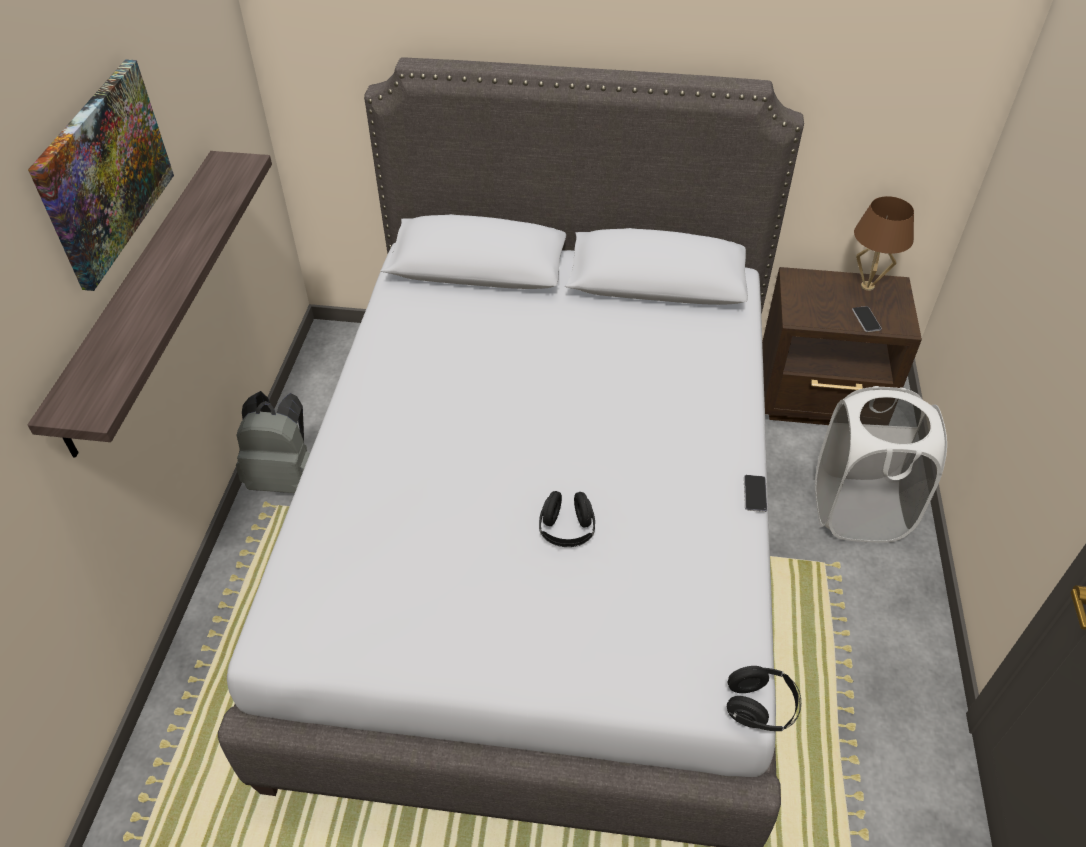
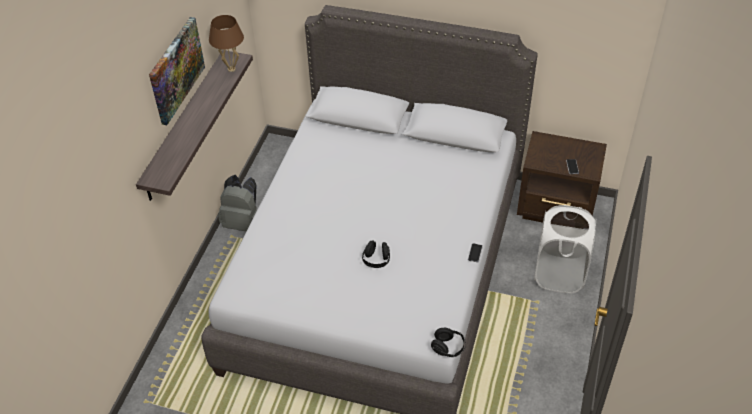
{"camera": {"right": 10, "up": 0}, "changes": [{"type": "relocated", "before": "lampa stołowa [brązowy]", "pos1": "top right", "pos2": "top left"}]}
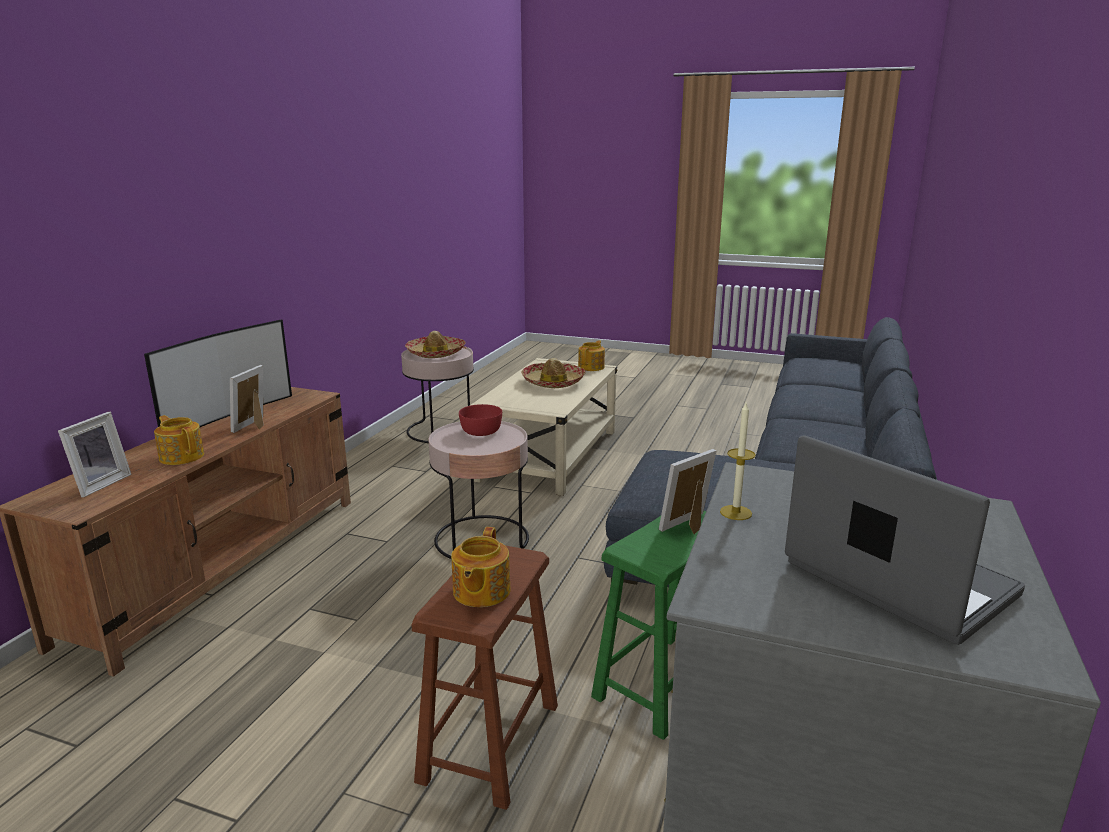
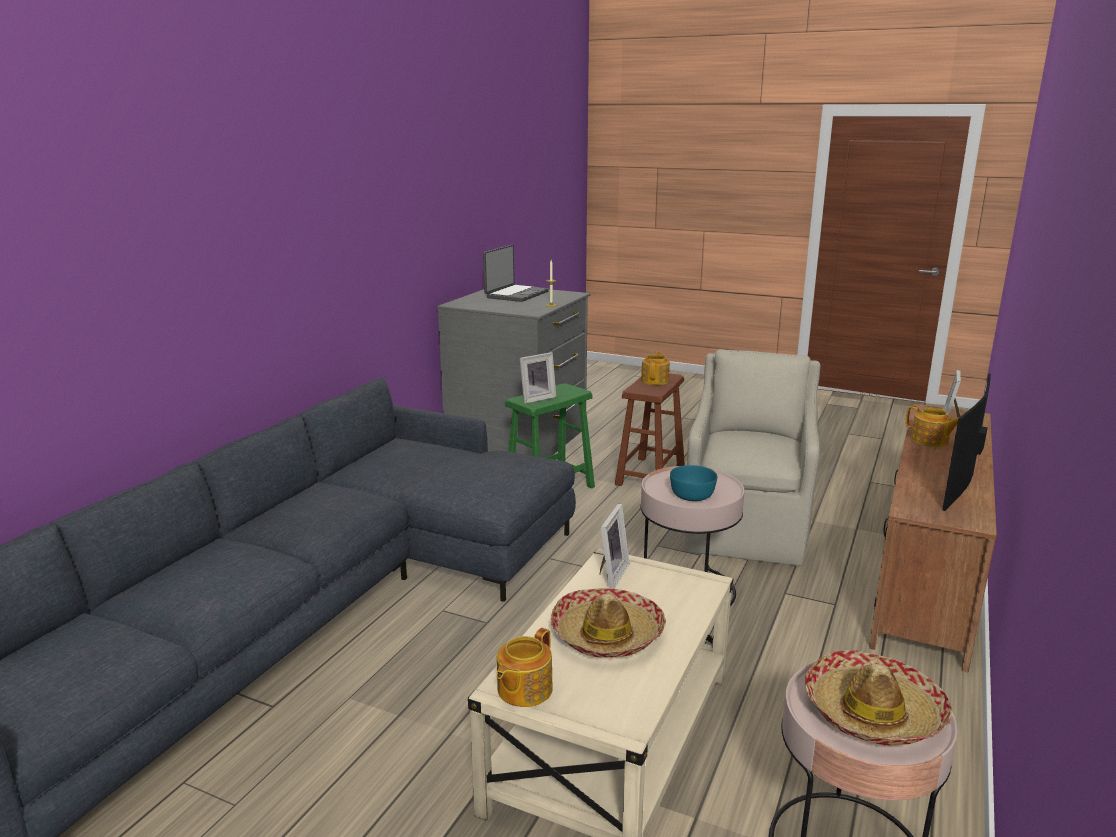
{"camera": {"right": -175, "up": 0}, "changes": [{"type": "spun", "before": "laptop", "pos1": "middle right", "pos2": "top centre", "turn": -120}, {"type": "relocated", "before": "ramka na zdjęcie (no. 2 from left)", "pos1": "middle left", "pos2": "centre"}, {"type": "colour", "before": "miska [czerwony]", "after": "miska [turkusowy]", "pos1": "centre", "pos2": "centre"}, {"type": "appeared", "after": "fotel [beżowy]", "pos2": "middle right"}]}
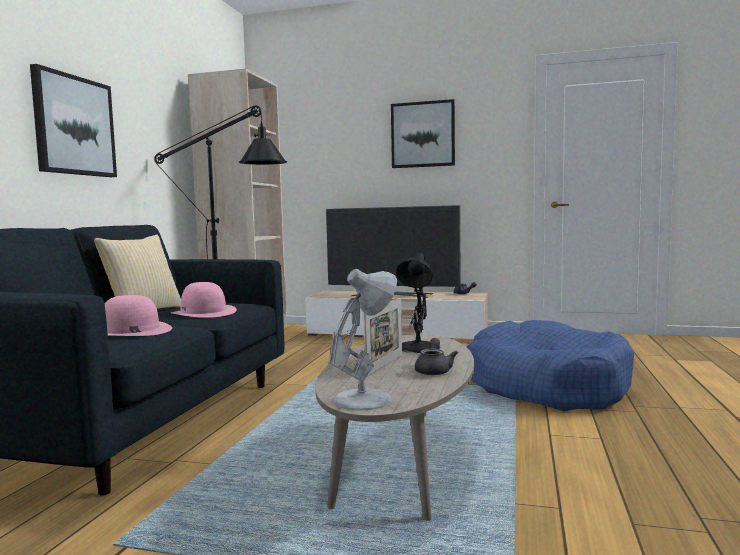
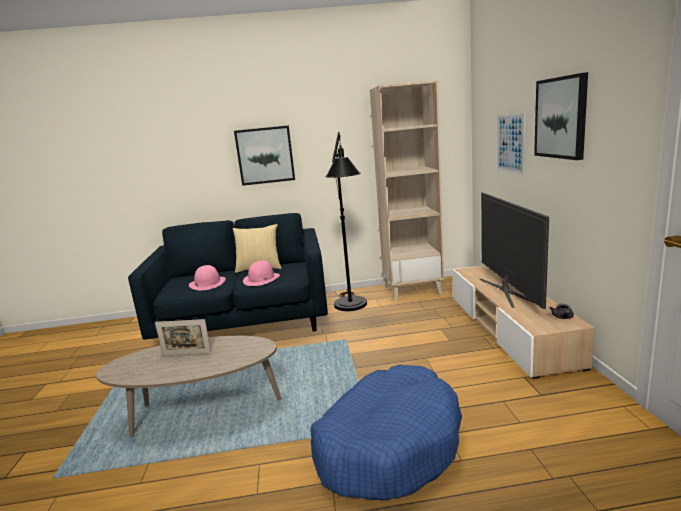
{"camera": {"right": 70, "up": 10}, "changes": [{"type": "appeared", "after": "obraz (no. 2 from left)", "pos2": "top right"}, {"type": "missing", "before": "lampa stołowa [biały]", "pos1": "centre"}, {"type": "missing", "before": "lampa stołowa [czarny]", "pos1": "centre"}, {"type": "missing", "before": "imbryk [szary] (no. 1 from left)", "pos1": "centre"}]}
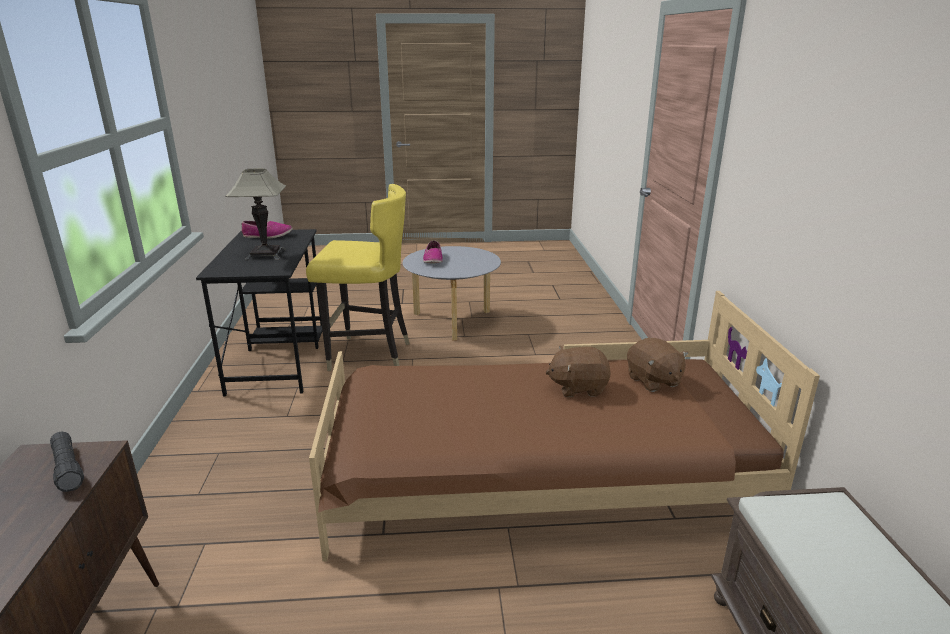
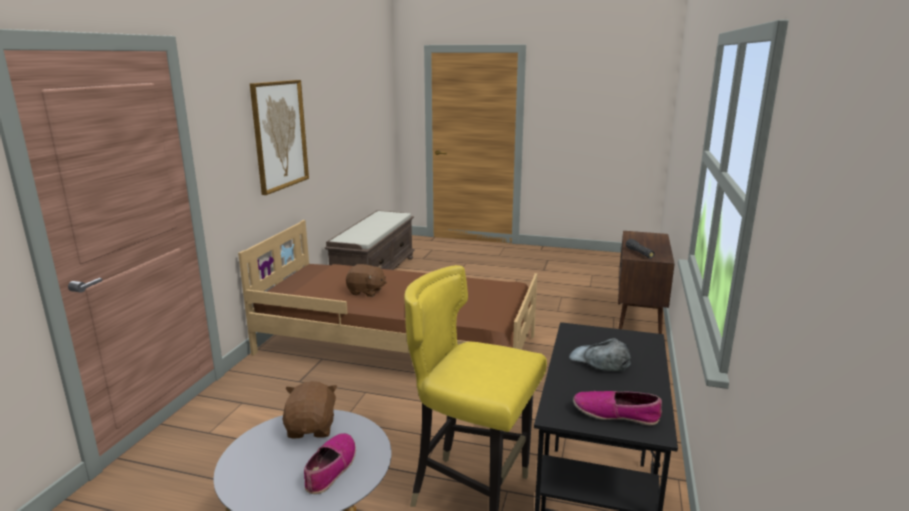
{"camera": {"right": -160, "up": -5}, "changes": [{"type": "appeared", "after": "obraz", "pos2": "top left"}, {"type": "relocated", "before": "pluszak [brązowy] (no. 2 from left in the first image)", "after": "pluszak [brązowy] (no. 1 from left)", "pos1": "middle right", "pos2": "bottom centre"}, {"type": "exchanged", "before": "lampa stołowa", "after": "czapka z daszkiem [szary]", "pos1": "middle left", "pos2": "bottom centre"}]}
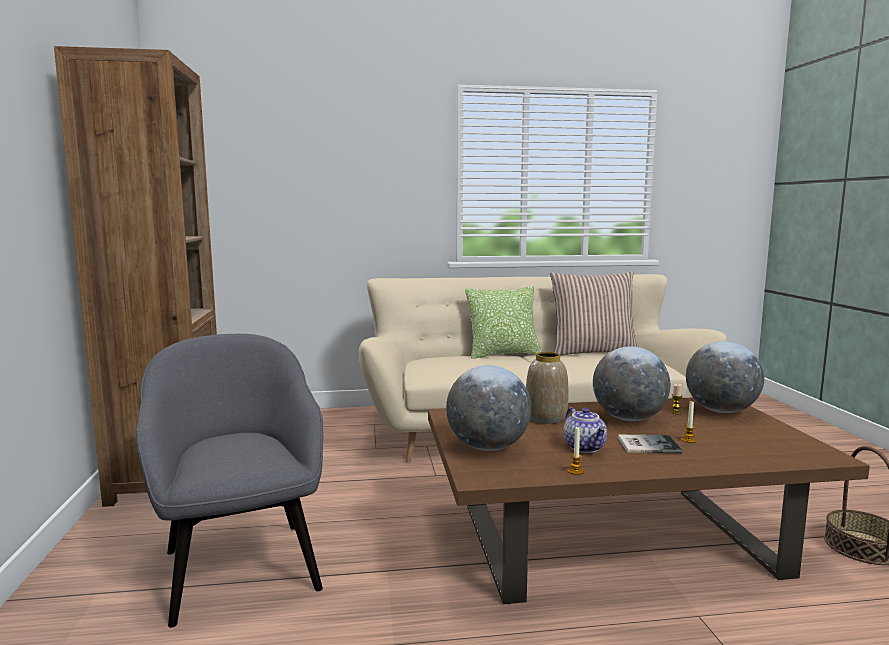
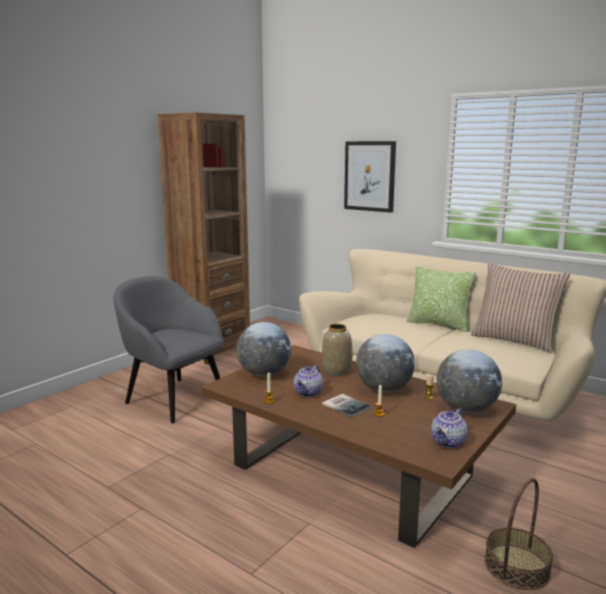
{"camera": {"right": 45, "up": 5}, "changes": [{"type": "spun", "before": "fotel [szary]", "pos1": "bottom left", "pos2": "middle left", "turn": -75}, {"type": "appeared", "after": "obraz", "pos2": "top centre"}, {"type": "appeared", "after": "imbryk (no. 2 from left)", "pos2": "bottom right"}]}
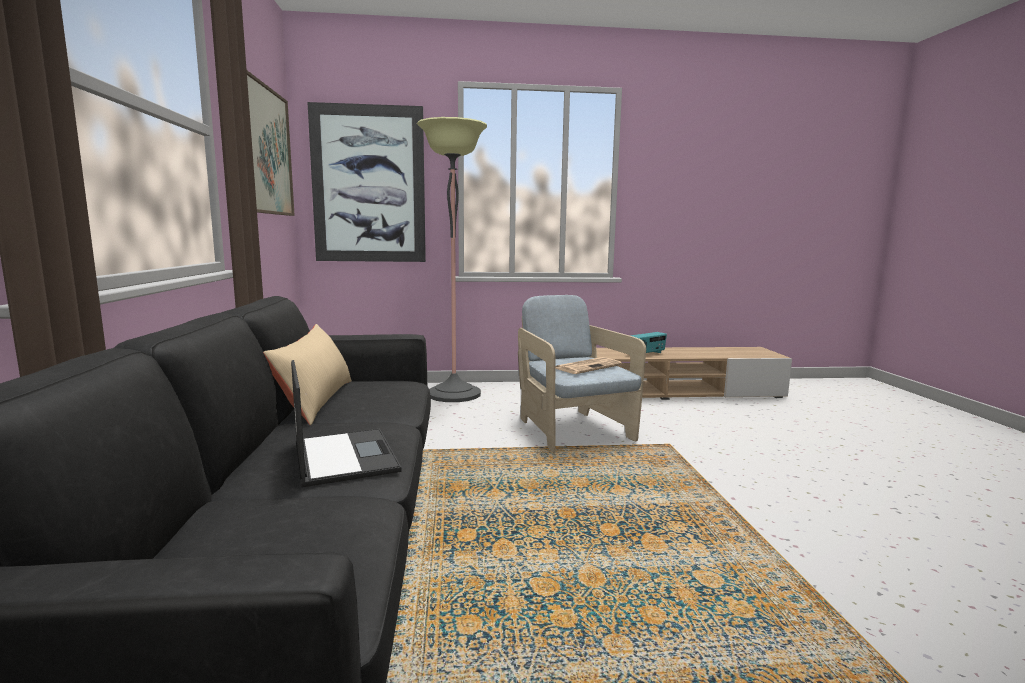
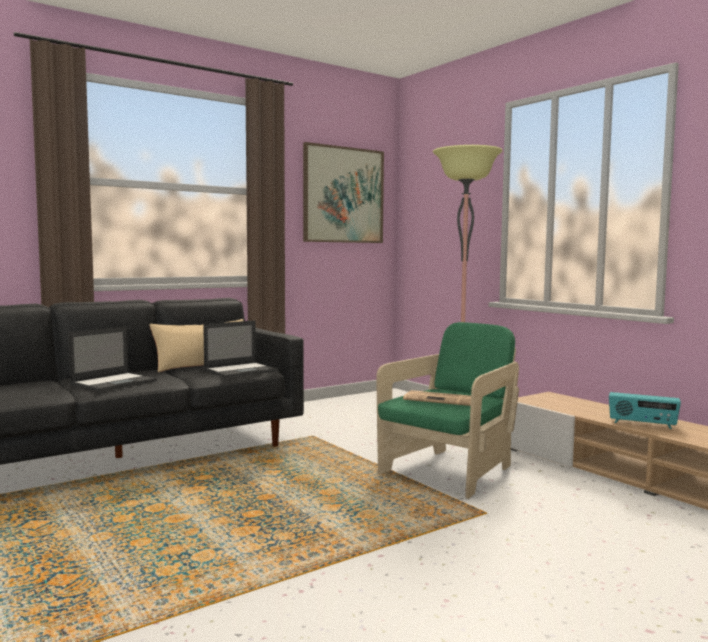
{"camera": {"right": 60, "up": -5}, "changes": [{"type": "appeared", "after": "laptop (no. 2 from left)", "pos2": "centre"}, {"type": "colour", "before": "fotel [beżowy]", "after": "fotel [zielony]", "pos1": "centre", "pos2": "centre"}, {"type": "missing", "before": "obraz (no. 2 from left)", "pos1": "top centre"}]}
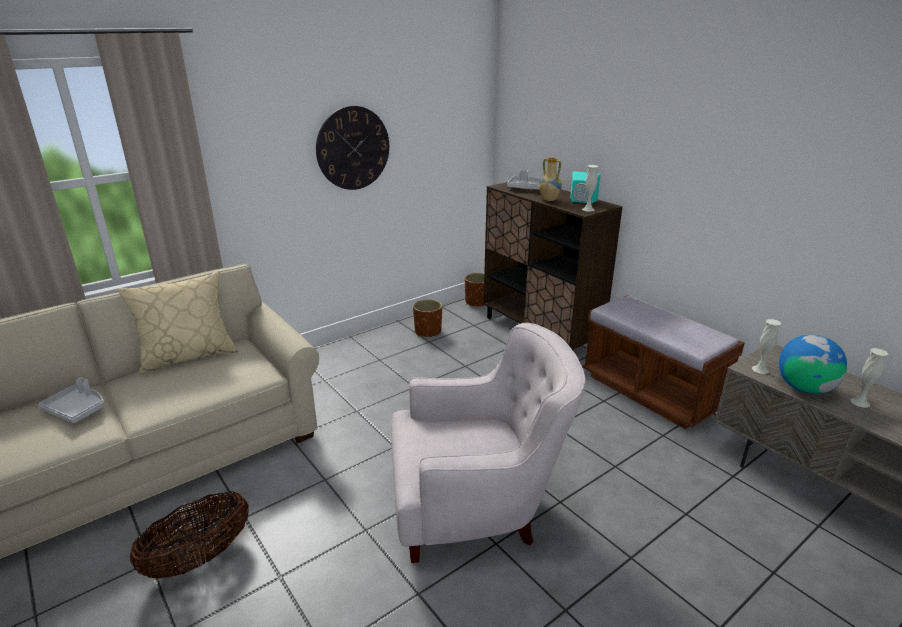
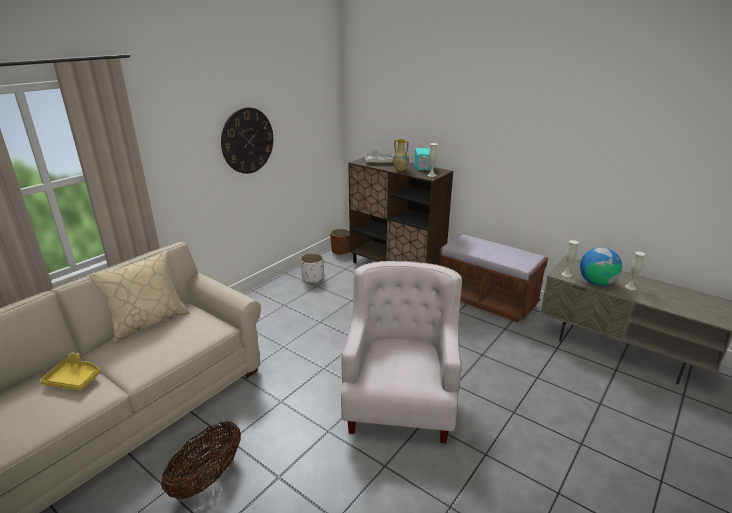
{"camera": {"right": -15, "up": 0}, "changes": [{"type": "colour", "before": "taca [szary] (no. 1 from left)", "after": "taca [żółty]", "pos1": "middle left", "pos2": "bottom left"}, {"type": "colour", "before": "donica [brązowy] (no. 1 from left)", "after": "donica [biały]", "pos1": "centre", "pos2": "centre"}, {"type": "spun", "before": "fotel [biały]", "pos1": "bottom centre", "pos2": "bottom centre", "turn": -60}]}
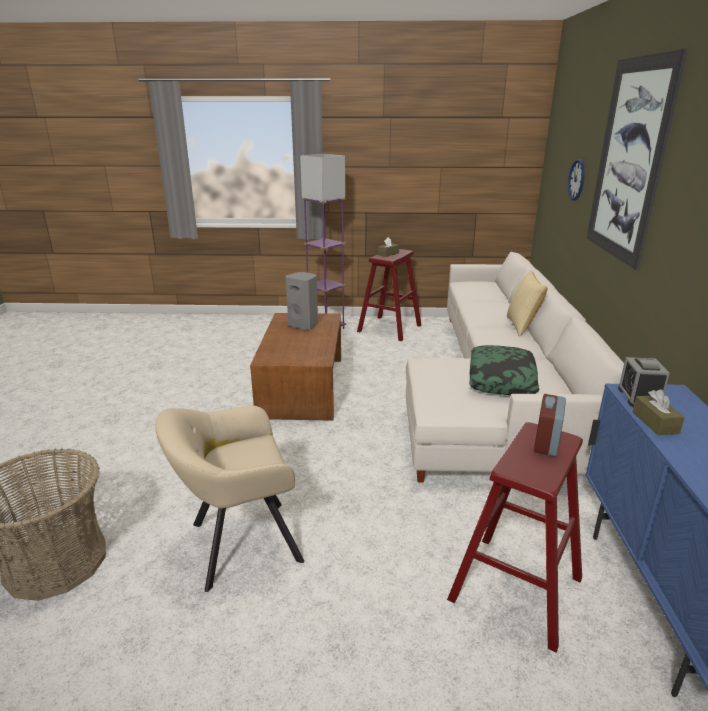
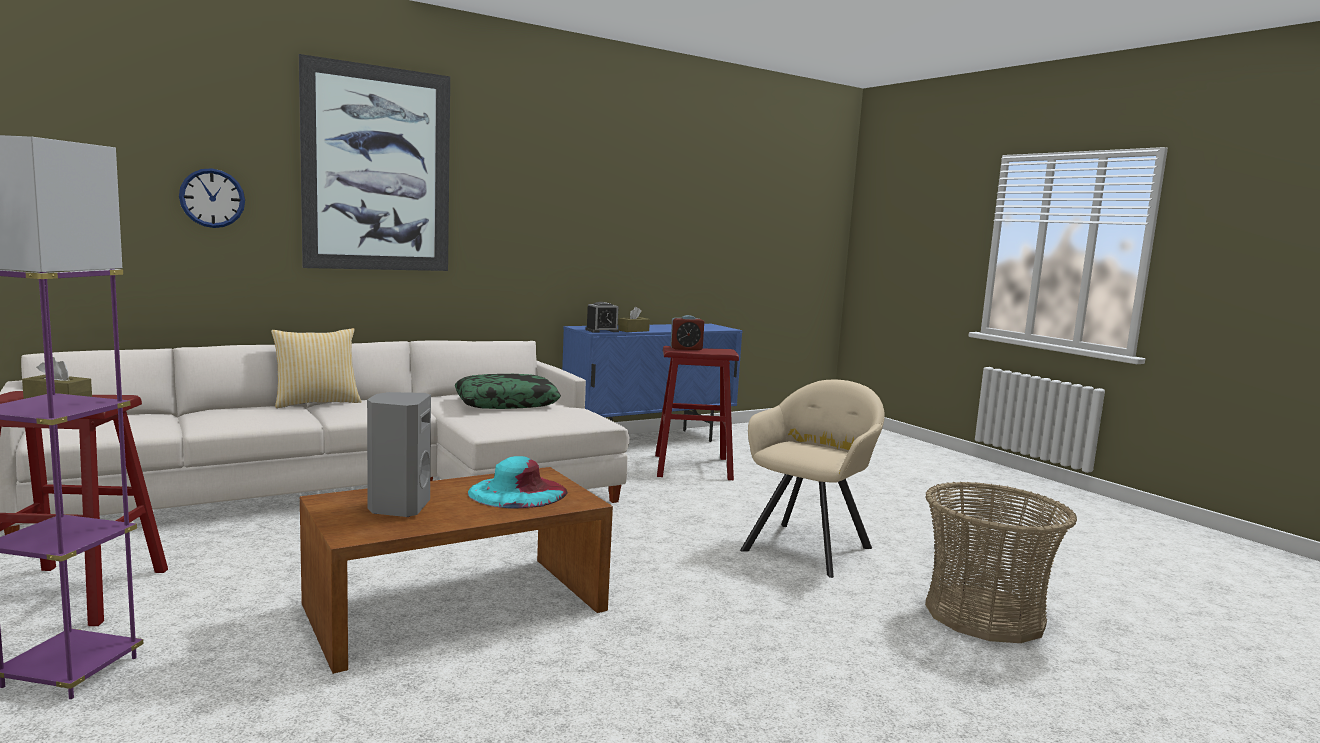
{"camera": {"right": -125, "up": -15}, "changes": [{"type": "appeared", "after": "kapelusz [turkusowy]", "pos2": "centre"}, {"type": "spun", "before": "fotel [beżowy]", "pos1": "bottom left", "pos2": "centre", "turn": -90}]}
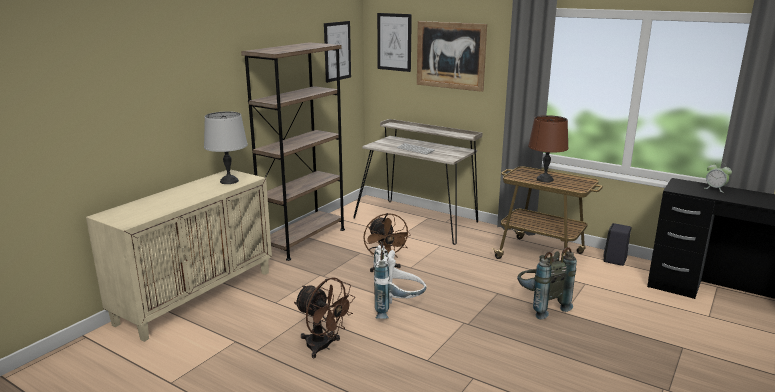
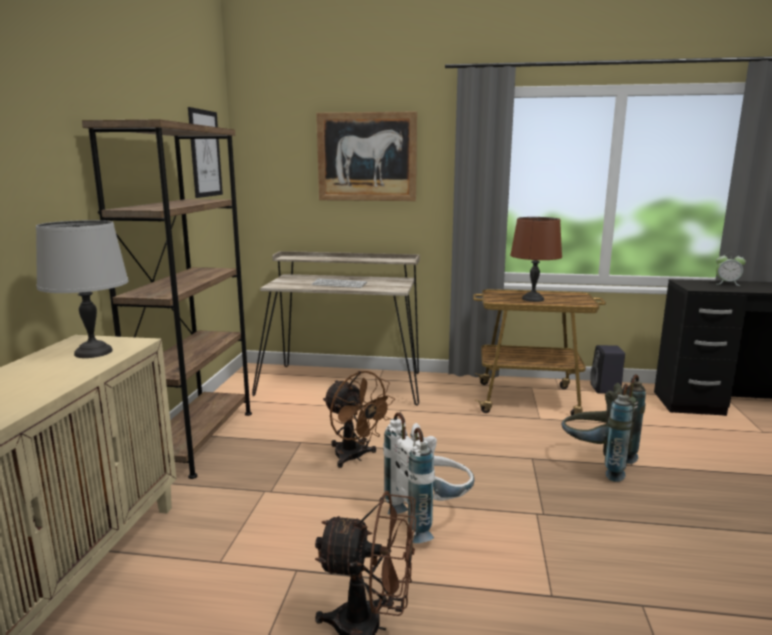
{"camera": {"right": -25, "up": -5}, "changes": [{"type": "missing", "before": "obraz (no. 2 from left)", "pos1": "top centre"}]}
